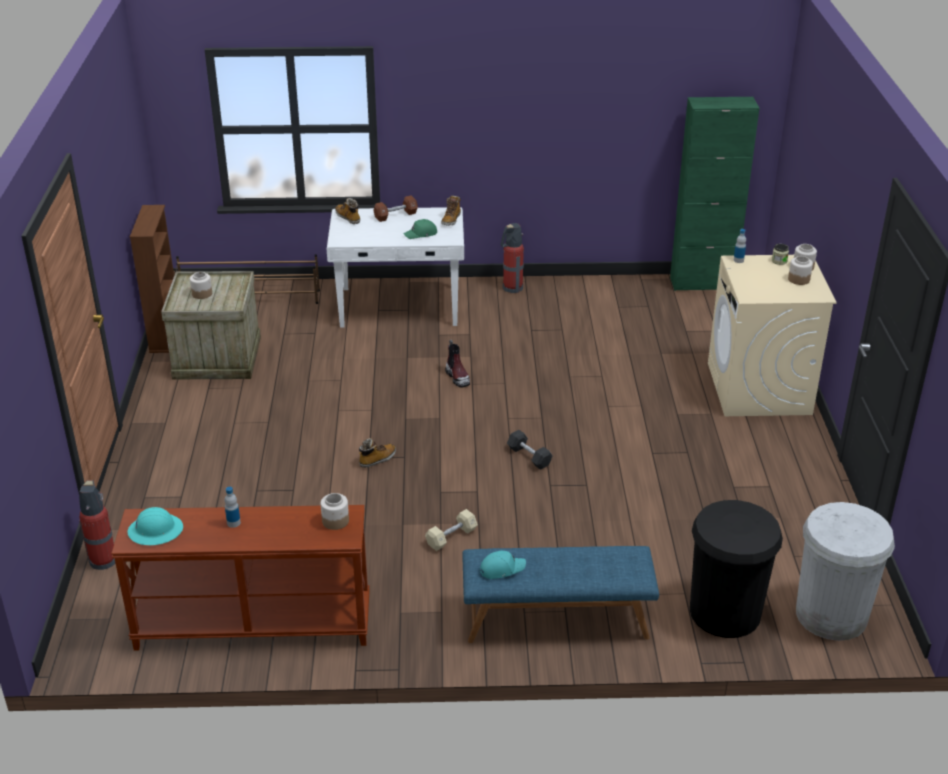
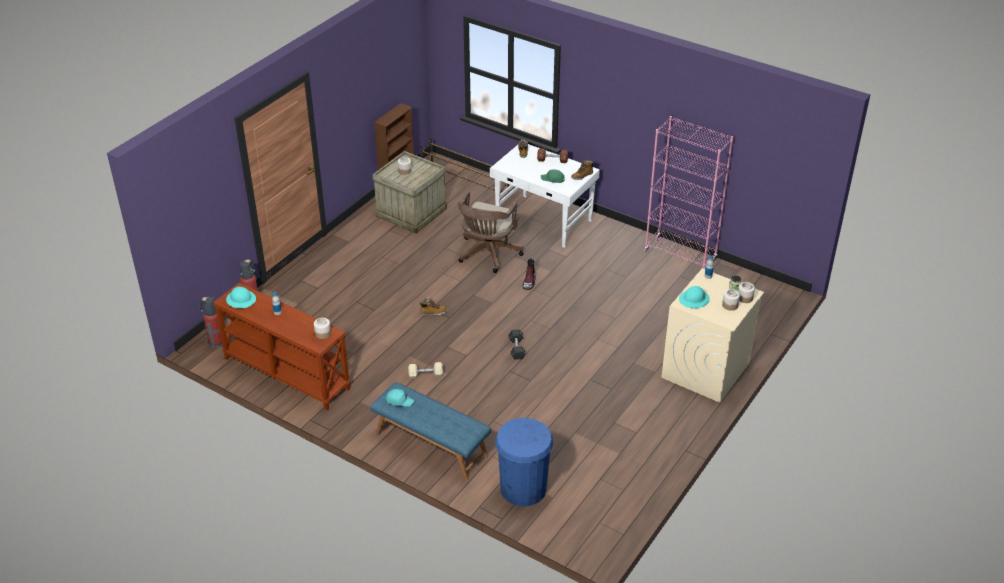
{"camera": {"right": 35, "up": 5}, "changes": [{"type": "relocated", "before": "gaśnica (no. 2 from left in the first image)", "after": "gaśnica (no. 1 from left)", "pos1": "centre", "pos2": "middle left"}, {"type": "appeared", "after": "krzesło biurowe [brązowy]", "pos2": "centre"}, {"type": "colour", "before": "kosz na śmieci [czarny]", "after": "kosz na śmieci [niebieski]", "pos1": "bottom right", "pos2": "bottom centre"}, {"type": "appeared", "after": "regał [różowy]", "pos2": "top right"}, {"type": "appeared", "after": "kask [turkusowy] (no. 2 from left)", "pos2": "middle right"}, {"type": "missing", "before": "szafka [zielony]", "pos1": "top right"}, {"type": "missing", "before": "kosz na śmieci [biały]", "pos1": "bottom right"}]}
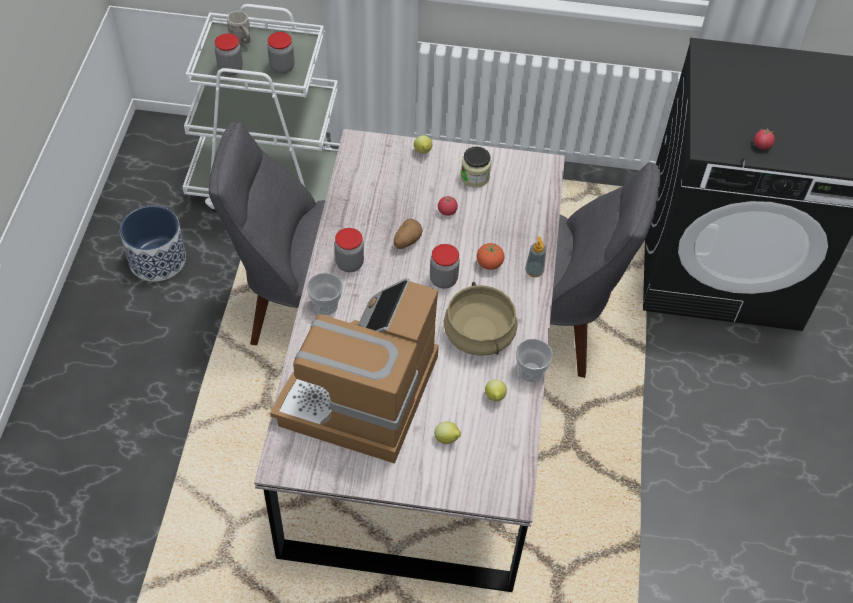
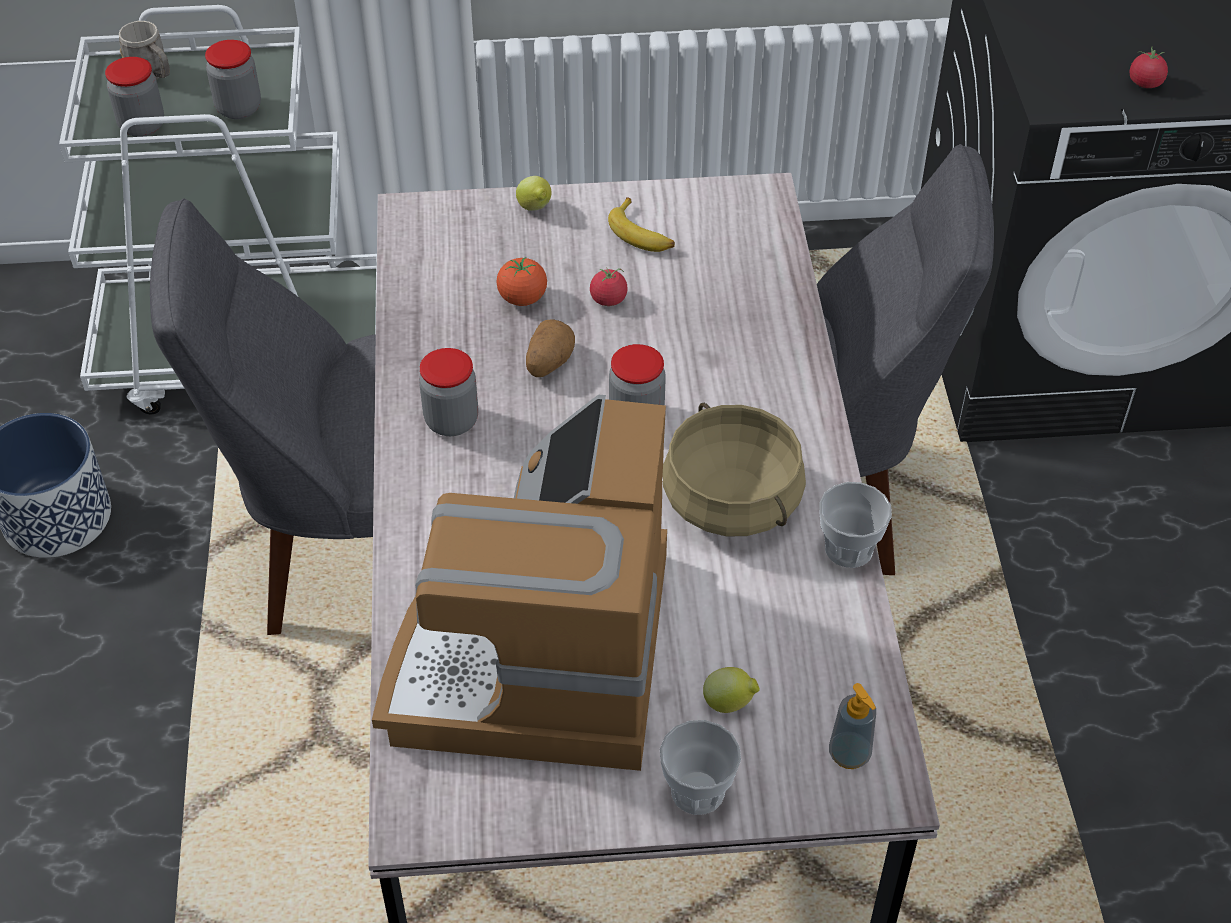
{"camera": {"right": -10, "up": -5}, "changes": [{"type": "relocated", "before": "pomidor (no. 2 from left in the first image)", "after": "pomidor (no. 1 from left)", "pos1": "centre", "pos2": "top centre"}, {"type": "exchanged", "before": "słoik (no. 5 from left)", "after": "banan", "pos1": "top centre", "pos2": "top centre"}, {"type": "relocated", "before": "filiżanka (no. 1 from left)", "pos1": "centre", "pos2": "bottom centre"}, {"type": "relocated", "before": "dozownik mydła", "pos1": "centre", "pos2": "bottom right"}, {"type": "missing", "before": "cytryna (no. 3 from left)", "pos1": "centre"}]}
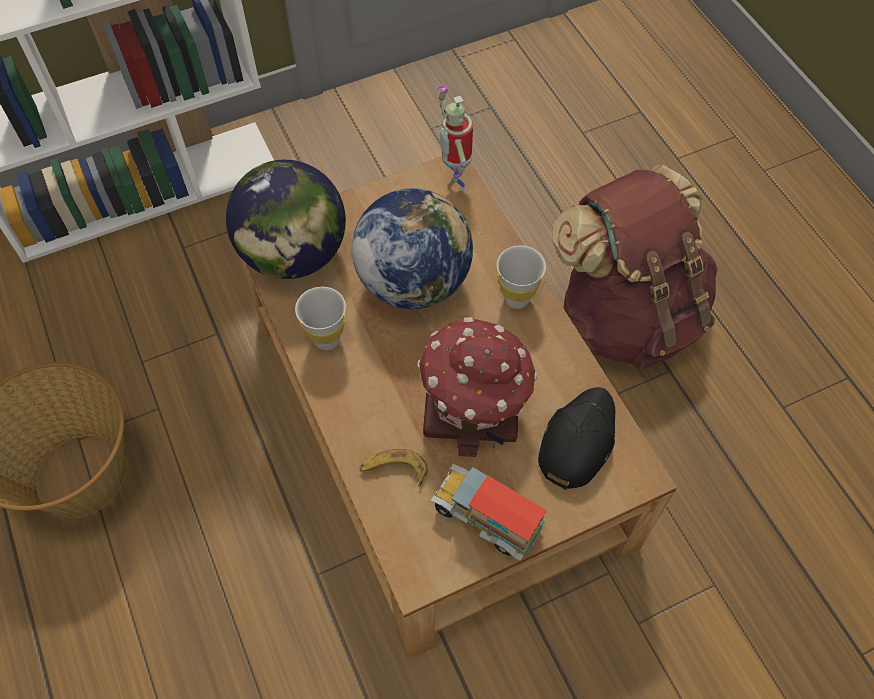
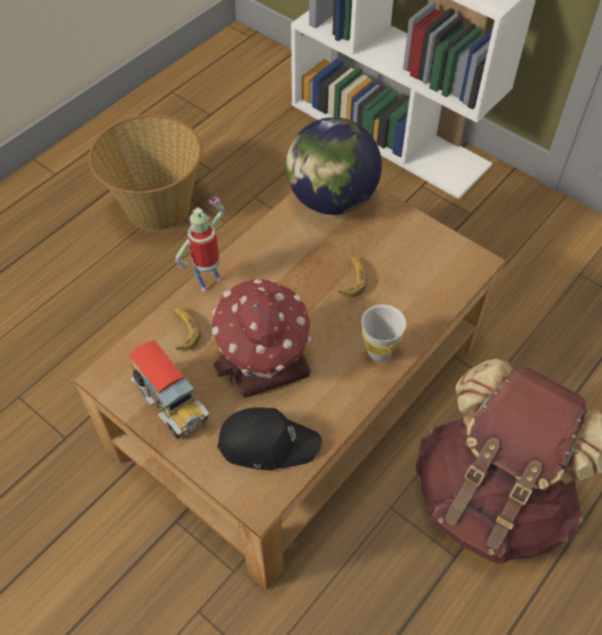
{"camera": {"right": 65, "up": -5}, "changes": [{"type": "spun", "before": "ciężarówka zabawkowa", "pos1": "bottom centre", "pos2": "middle left", "turn": 135}, {"type": "relocated", "before": "robot zabawkowy", "pos1": "top centre", "pos2": "middle left"}, {"type": "exchanged", "before": "globus (no. 2 from left)", "after": "banan (no. 2 from left)", "pos1": "centre", "pos2": "centre"}, {"type": "missing", "before": "filiżanka [biały] (no. 1 from left)", "pos1": "centre"}]}
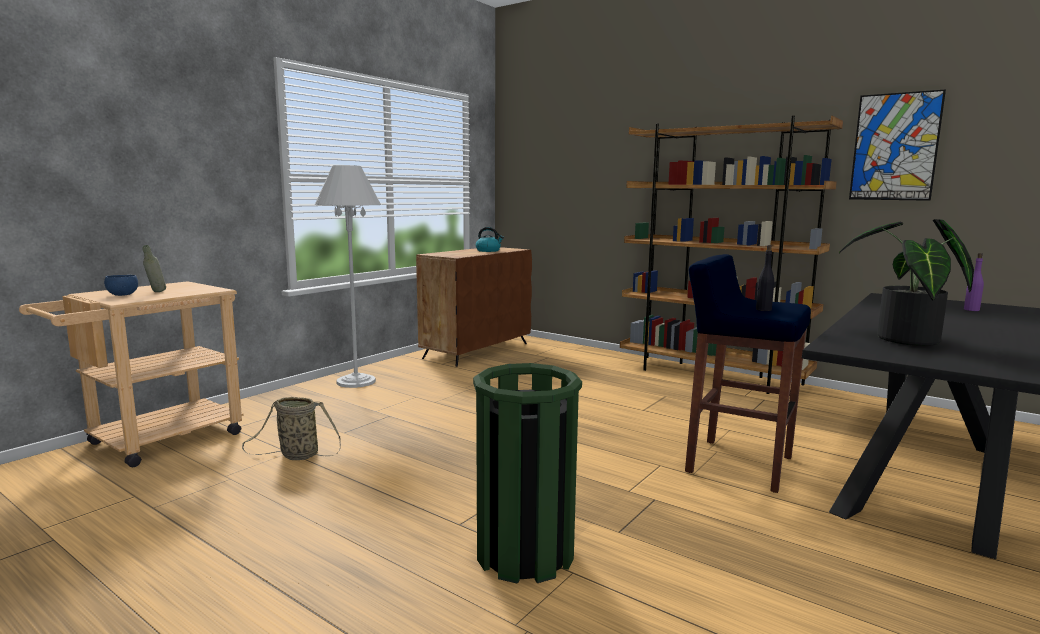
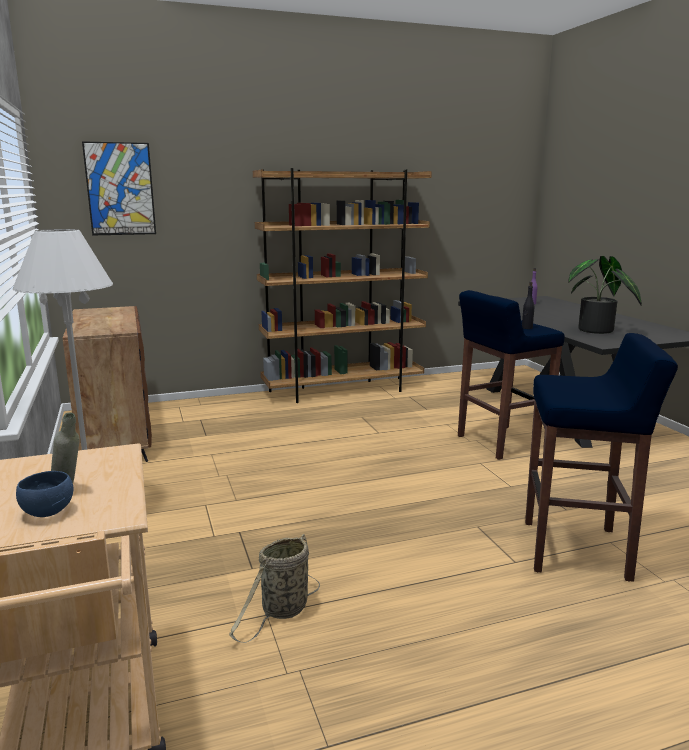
{"camera": {"right": -55, "up": 5}, "changes": [{"type": "relocated", "before": "obraz", "pos1": "top right", "pos2": "top left"}, {"type": "exchanged", "before": "kosz na śmieci [zielony]", "after": "stołek [niebieski] (no. 2 from left)", "pos1": "bottom centre", "pos2": "middle right"}, {"type": "missing", "before": "czajnik", "pos1": "centre"}]}
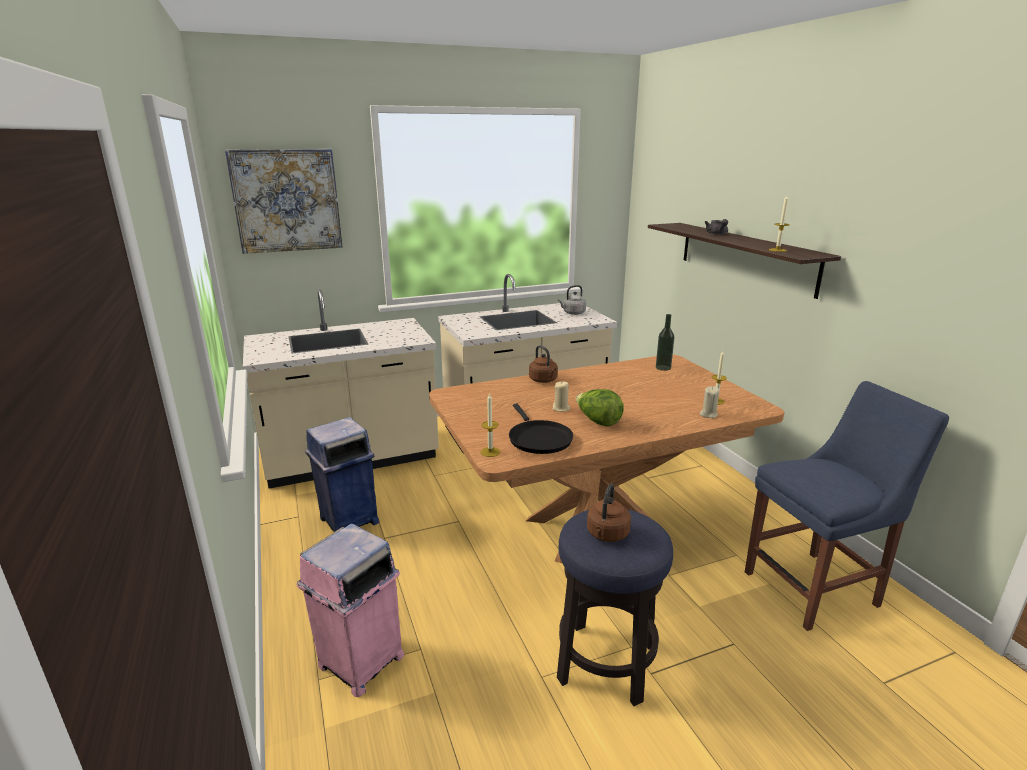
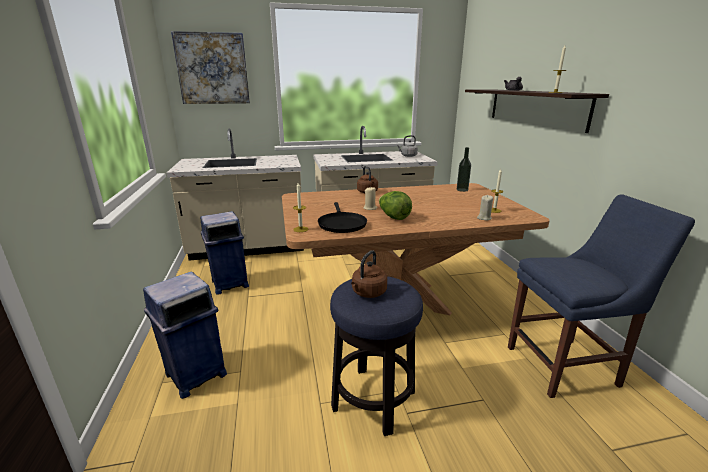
{"camera": {"right": 10, "up": 0}, "changes": [{"type": "colour", "before": "kosz na śmieci [różowy]", "after": "kosz na śmieci [niebieski] (no. 1 from left)", "pos1": "bottom centre", "pos2": "bottom left"}]}
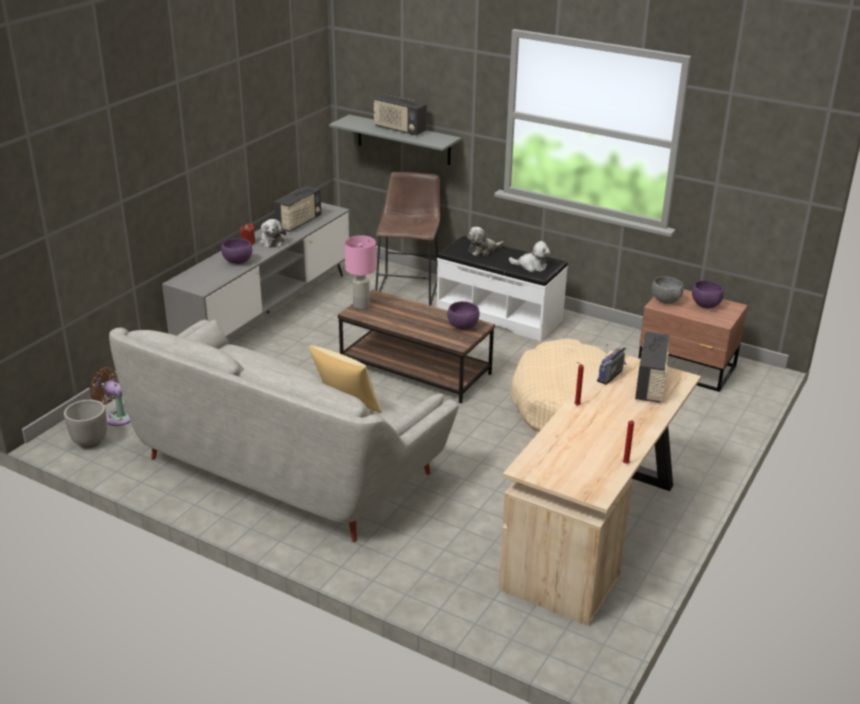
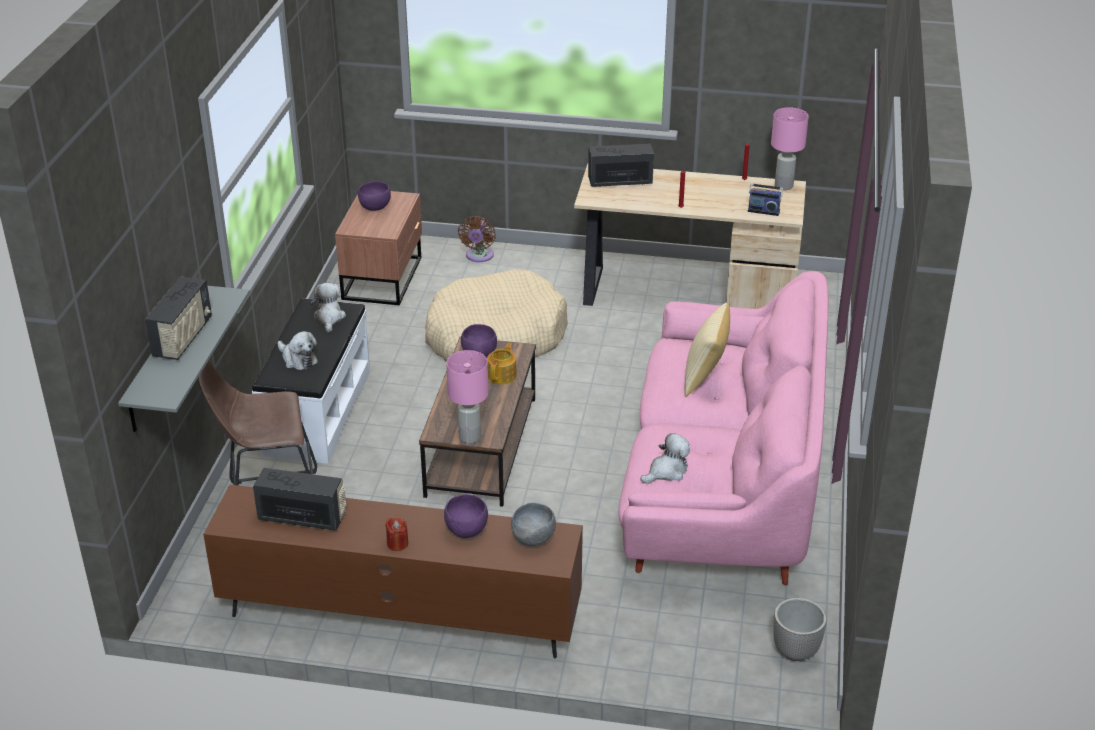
{"camera": {"right": -110, "up": 5}, "changes": [{"type": "colour", "before": "szafka pod telewizor [szary]", "after": "szafka pod telewizor [brązowy]", "pos1": "middle left", "pos2": "bottom centre"}, {"type": "relocated", "before": "wentylator [brązowy]", "pos1": "middle left", "pos2": "top centre"}, {"type": "appeared", "after": "imbryk", "pos2": "centre"}, {"type": "relocated", "before": "miska [szary]", "pos1": "middle right", "pos2": "bottom centre"}, {"type": "colour", "before": "kanapa [szary]", "after": "kanapa [różowy]", "pos1": "middle left", "pos2": "centre"}, {"type": "relocated", "before": "pluszak (no. 1 from left in the first image)", "after": "pluszak (no. 3 from left)", "pos1": "top left", "pos2": "centre"}, {"type": "relocated", "before": "radio (no. 3 from left in the first image)", "after": "radio (no. 4 from left)", "pos1": "middle right", "pos2": "top right"}, {"type": "appeared", "after": "lampa stołowa [różowy] (no. 2 from left)", "pos2": "top right"}]}
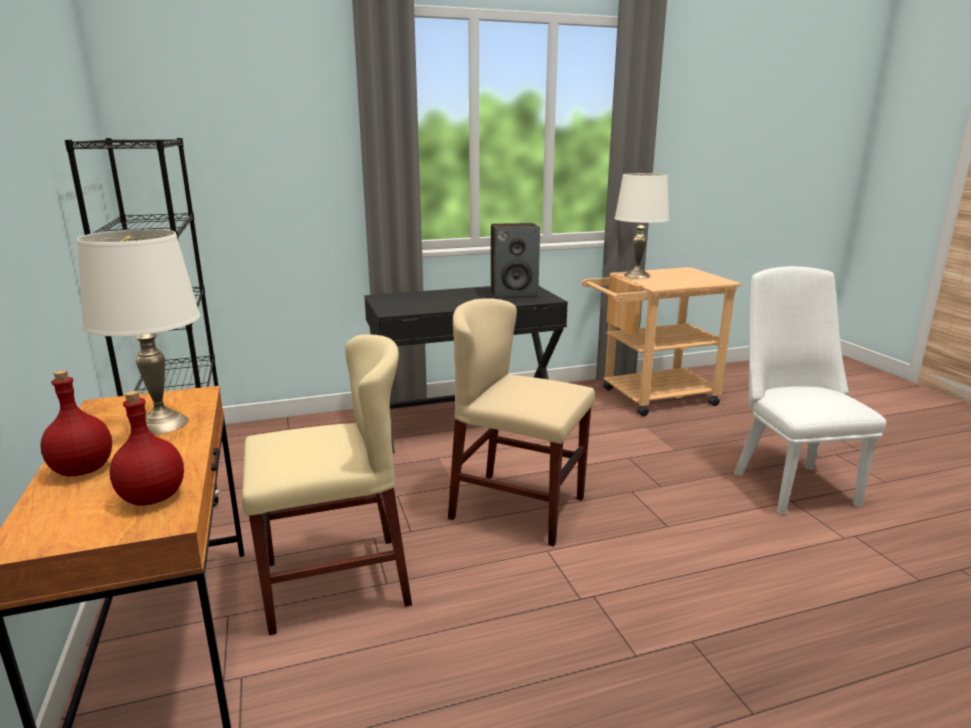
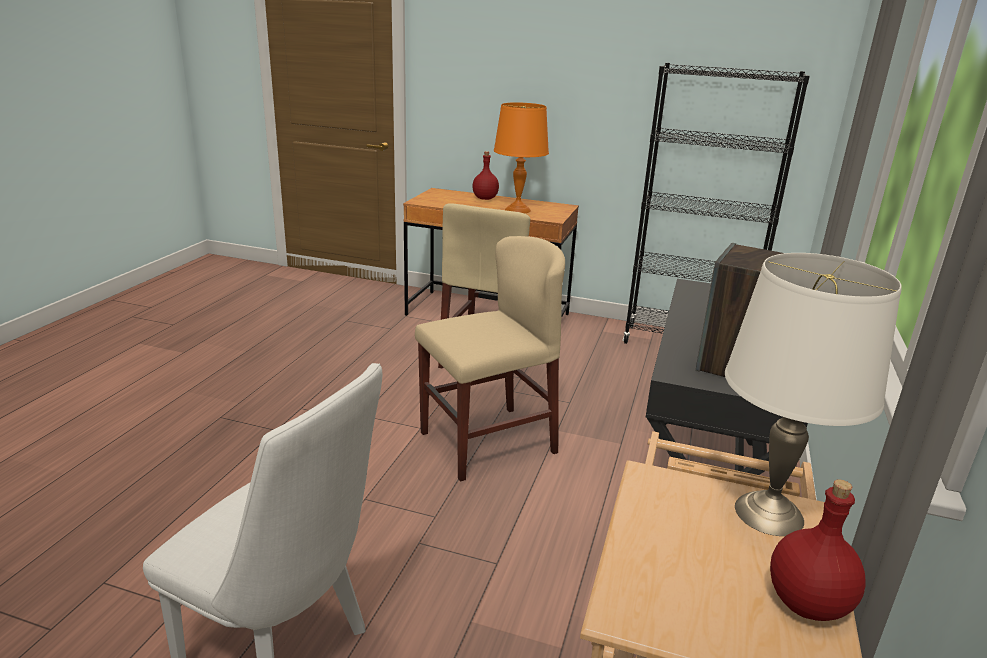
{"camera": {"right": 125, "up": 5}, "changes": [{"type": "colour", "before": "lampa stołowa [biały] (no. 1 from left)", "after": "lampa stołowa [pomarańczowy]", "pos1": "middle left", "pos2": "top centre"}, {"type": "relocated", "before": "butelka [czerwony] (no. 2 from left)", "pos1": "middle left", "pos2": "bottom right"}]}
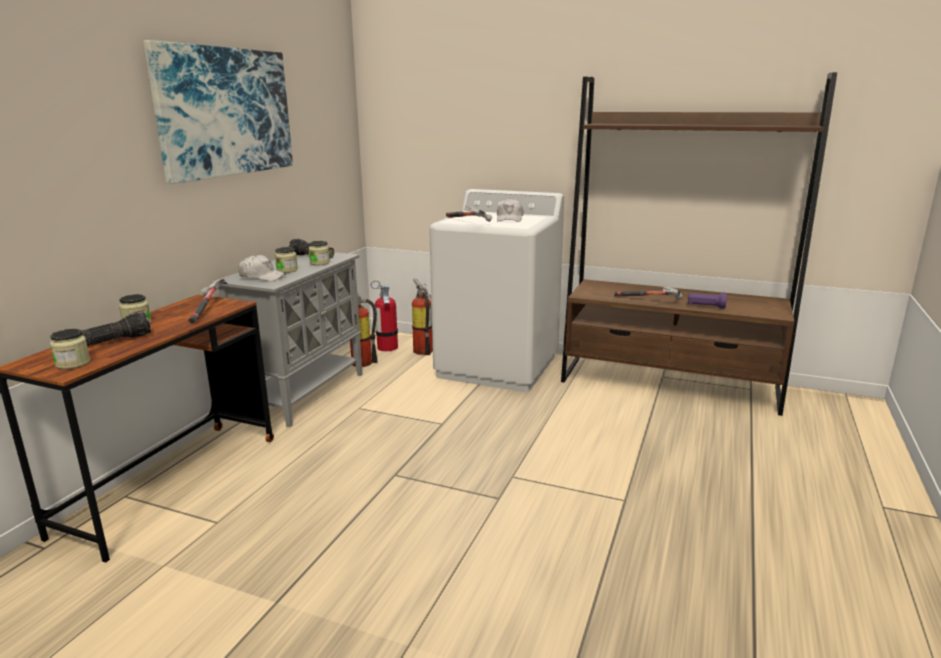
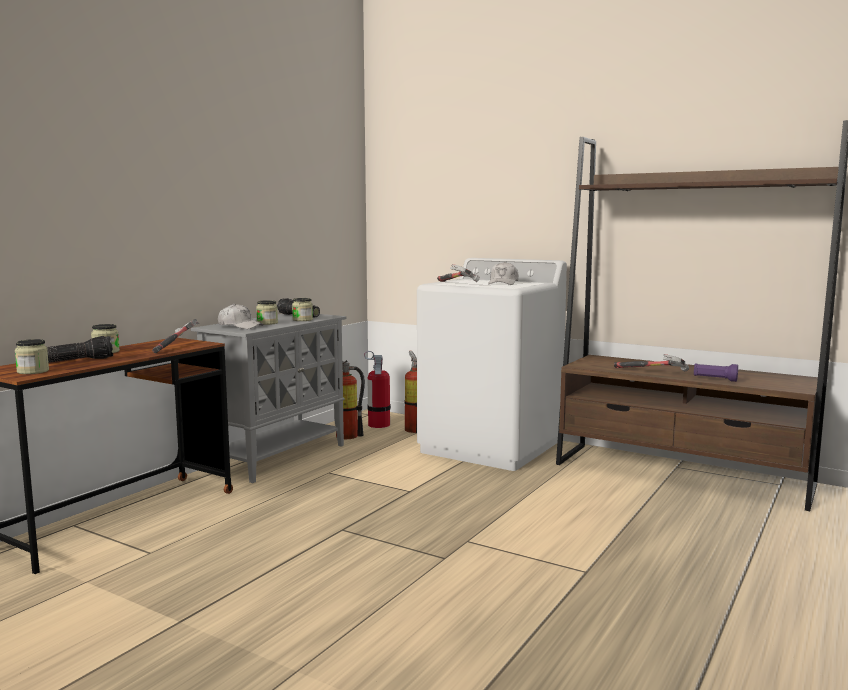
{"camera": {"right": 10, "up": -10}, "changes": [{"type": "missing", "before": "obraz", "pos1": "top left"}]}
